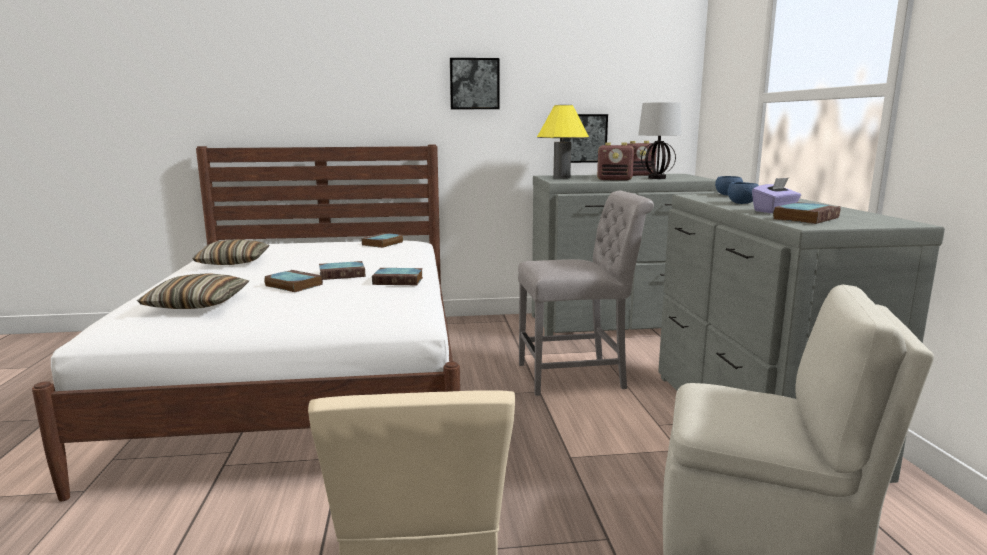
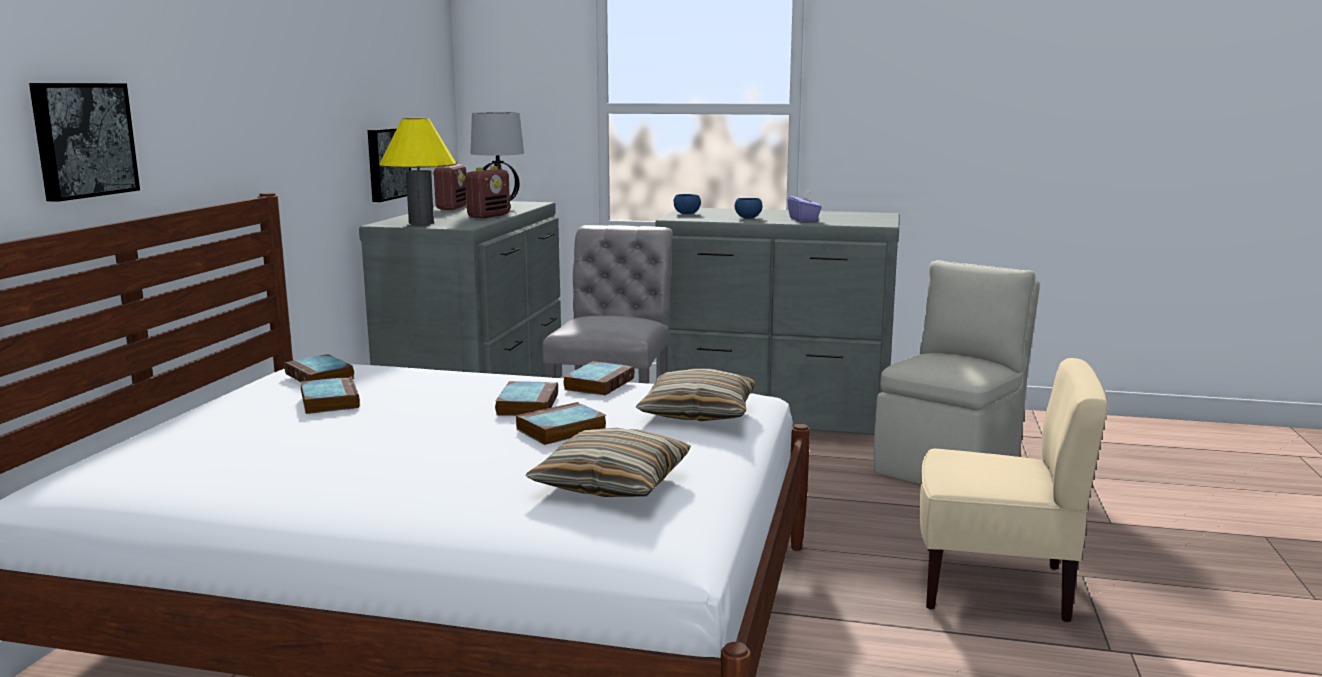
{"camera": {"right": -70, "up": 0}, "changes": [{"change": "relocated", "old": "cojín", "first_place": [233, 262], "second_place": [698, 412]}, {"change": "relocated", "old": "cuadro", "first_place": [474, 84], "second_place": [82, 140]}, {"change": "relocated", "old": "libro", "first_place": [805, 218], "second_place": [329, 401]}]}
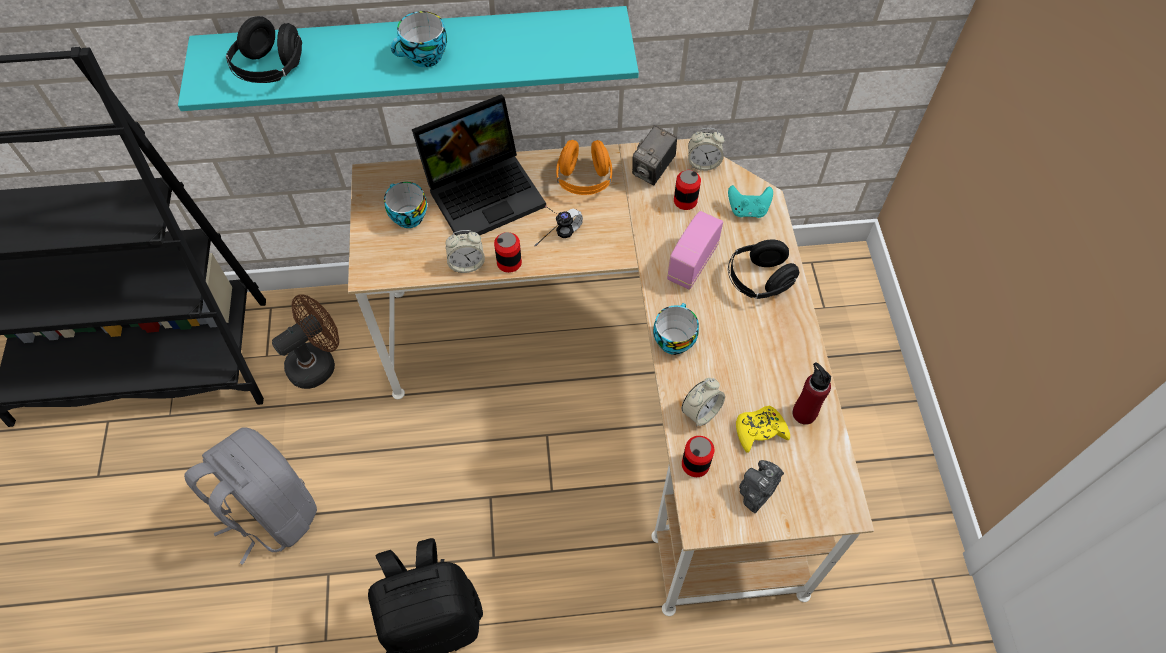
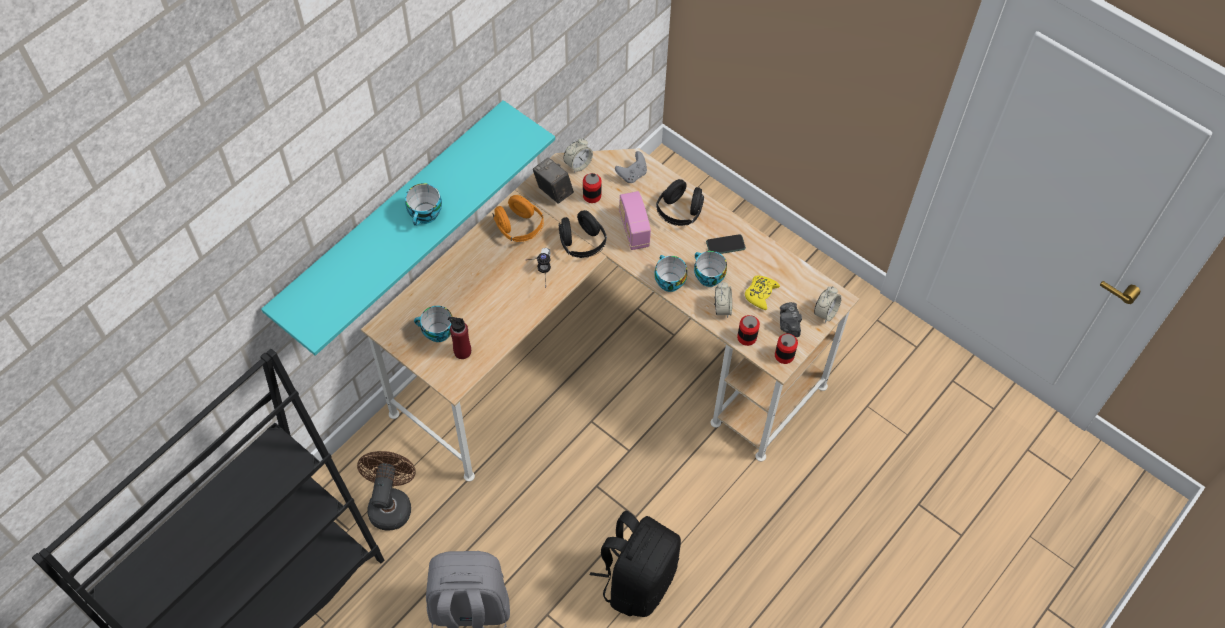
{"camera": {"right": -45, "up": 0}, "changes": [{"change": "relocated", "old": "auriculares/negro", "first_place": [271, 69], "second_place": [582, 243]}, {"change": "missing", "old": "portátil", "first_place": [485, 191]}, {"change": "relocated", "old": "despertador", "first_place": [467, 264], "second_place": [825, 313]}, {"change": "relocated", "old": "lata", "first_place": [509, 263], "second_place": [784, 355]}, {"change": "spun", "old": "cámara", "first_place": [653, 170], "second_place": [553, 191], "degrees": 150}, {"change": "colour", "old": "mando de consola/turquesa", "new": "mando de consola/gris", "first_place": [747, 210], "second_place": [632, 175]}, {"change": "relocated", "old": "botella/rojo", "first_place": [804, 413], "second_place": [462, 351]}, {"change": "appeared", "new": "taza", "second_place": [707, 276]}, {"change": "appeared", "new": "móvil", "second_place": [725, 245]}]}
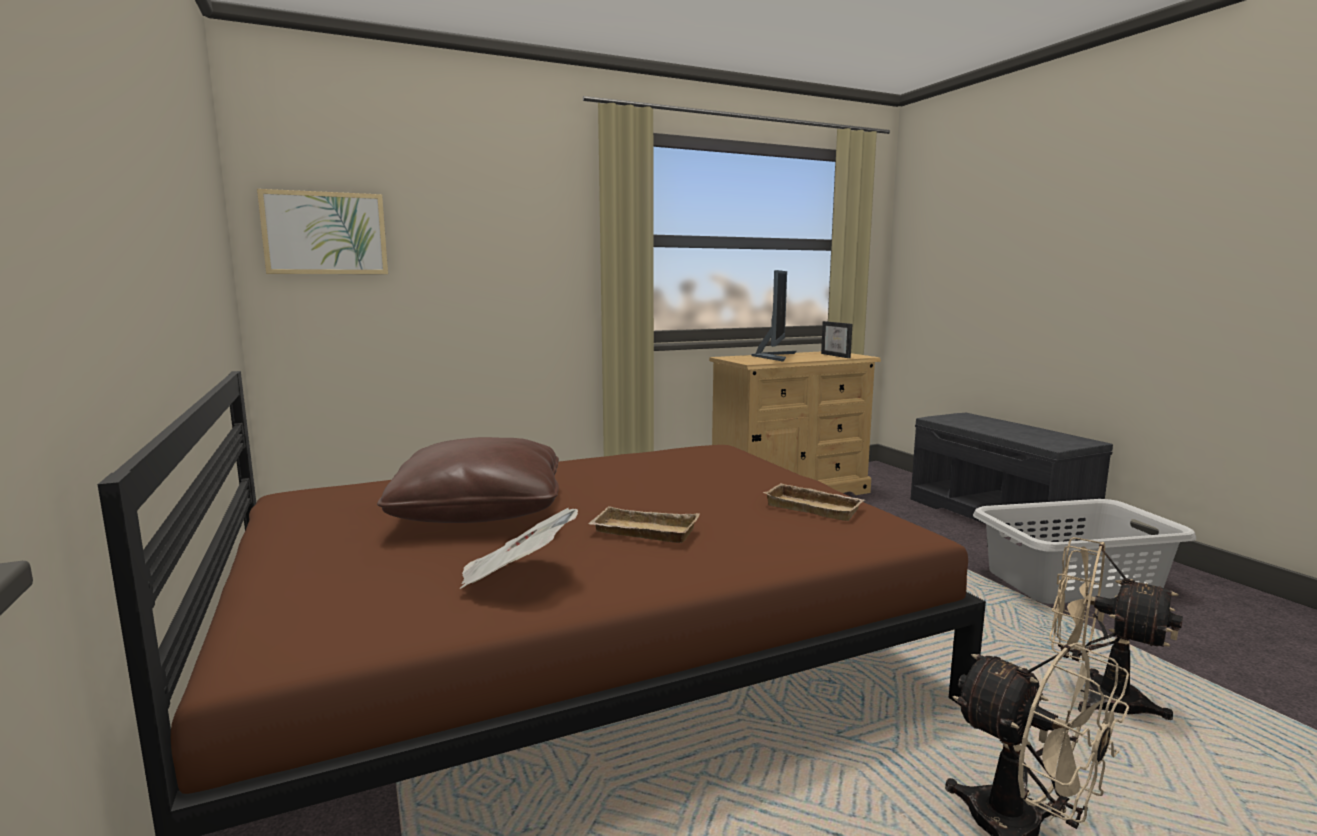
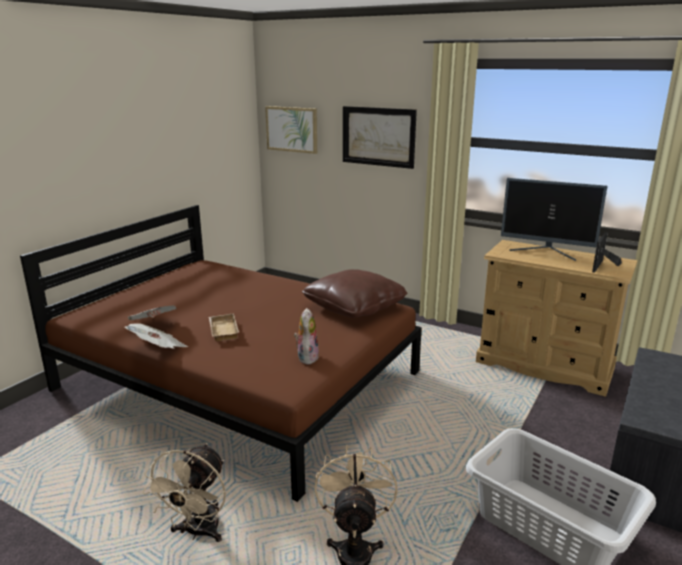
{"camera": {"right": 55, "up": 10}, "changes": [{"change": "relocated", "old": "cojín/marrón", "first_place": [480, 510], "second_place": [354, 307]}, {"change": "spun", "old": "monitor", "first_place": [774, 356], "second_place": [546, 252], "degrees": 45}, {"change": "exchanged", "old": "bandeja/beis", "new": "peluche", "first_place": [815, 507], "second_place": [306, 357]}, {"change": "appeared", "new": "periódico", "second_place": [159, 349]}, {"change": "appeared", "new": "cuadro", "second_place": [378, 136]}]}
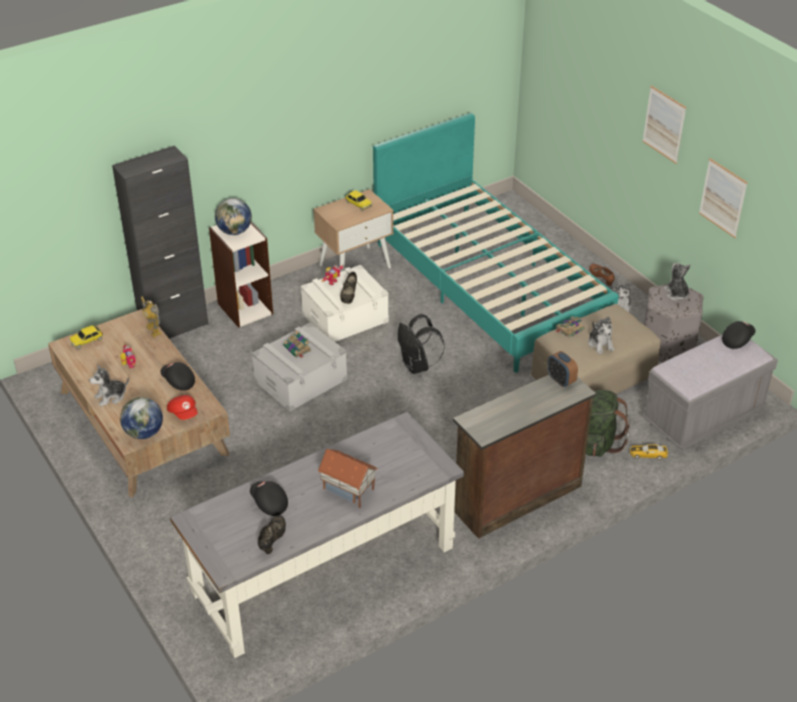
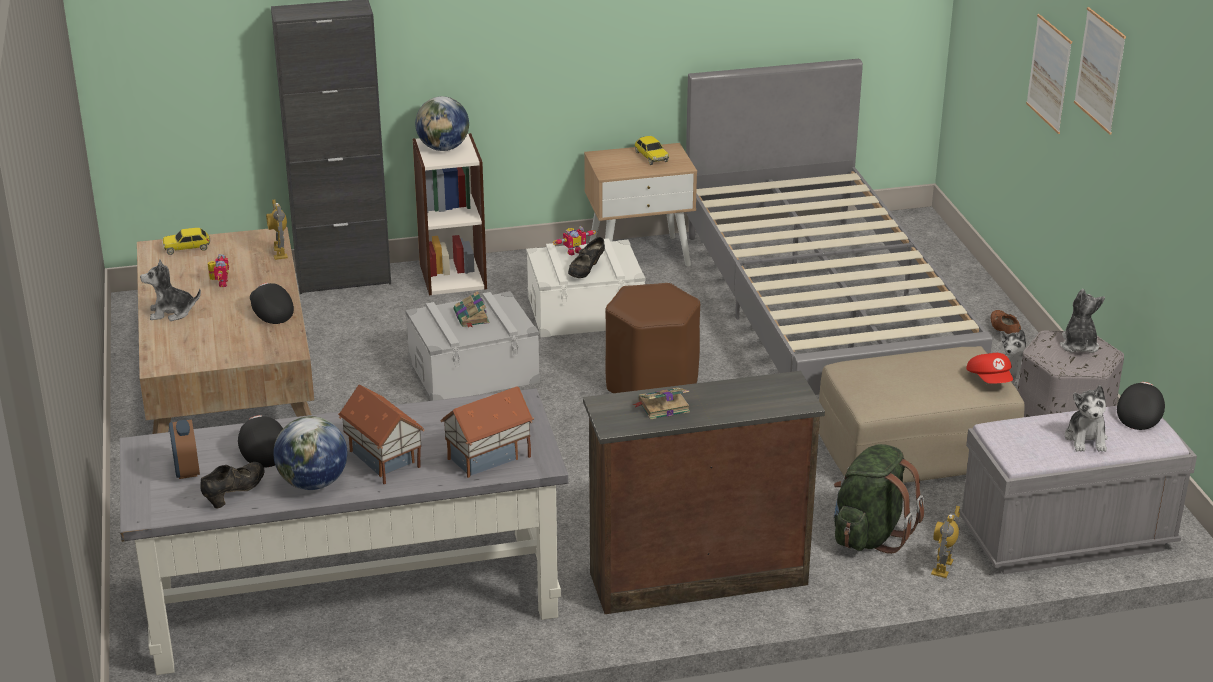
{"camera": {"right": 20, "up": -10}, "changes": [{"change": "relocated", "old": "globo terráqueo", "first_place": [144, 433], "second_place": [313, 483]}, {"change": "relocated", "old": "gorra/rojo", "first_place": [184, 413], "second_place": [990, 380]}, {"change": "colour", "old": "cama/turquesa", "new": "cama/gris", "first_place": [488, 285], "second_place": [822, 311]}, {"change": "exchanged", "old": "mochila/negro", "new": "taburete/marrón", "first_place": [417, 366], "second_place": [652, 387]}, {"change": "relocated", "old": "despertador", "first_place": [561, 380], "second_place": [187, 470]}, {"change": "relocated", "old": "libro", "first_place": [569, 329], "second_place": [662, 407]}, {"change": "relocated", "old": "peluche", "first_place": [600, 344], "second_place": [1086, 439]}, {"change": "exchanged", "old": "coche de juguete", "new": "robot de juguete", "first_place": [648, 454], "second_place": [943, 567]}, {"change": "relocated", "old": "cuadro", "first_place": [722, 198], "second_place": [1049, 73]}, {"change": "spun", "old": "gorra/negro", "first_place": [737, 339], "second_place": [1139, 415], "degrees": -45}, {"change": "appeared", "new": "casita", "second_place": [489, 458]}]}
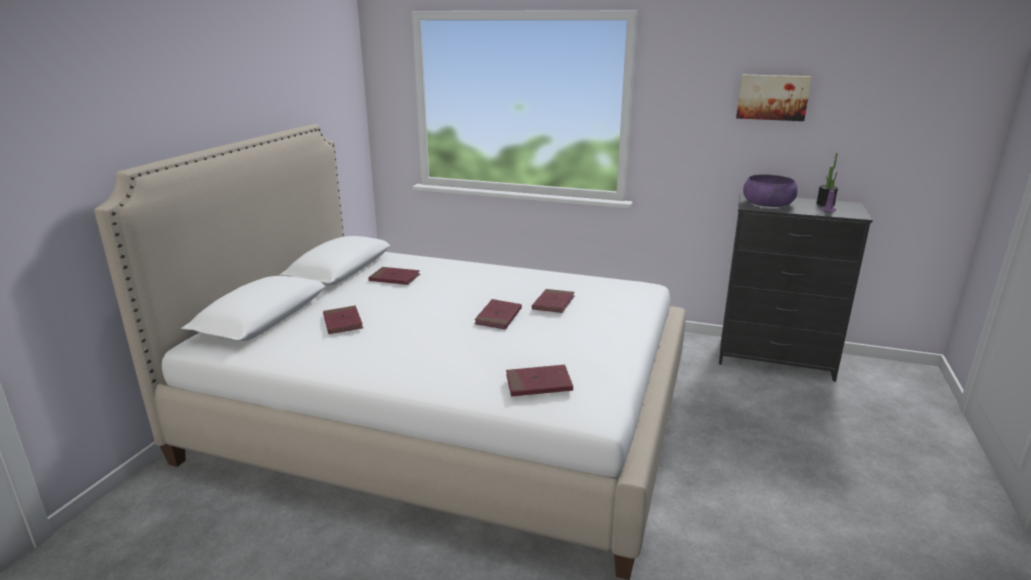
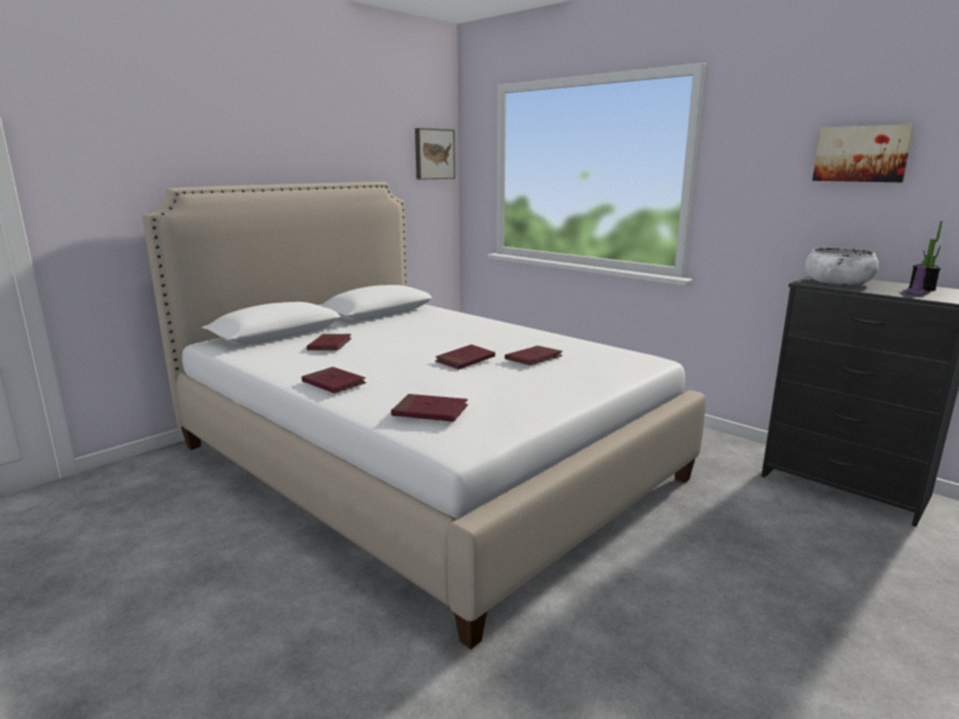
{"camera": {"right": 25, "up": -5}, "changes": [{"change": "relocated", "old": "libro/rojo", "first_place": [394, 278], "second_place": [334, 383]}, {"change": "colour", "old": "cuenco/morado", "new": "cuenco/blanco", "first_place": [767, 203], "second_place": [837, 282]}, {"change": "appeared", "new": "cuadro", "second_place": [433, 154]}]}
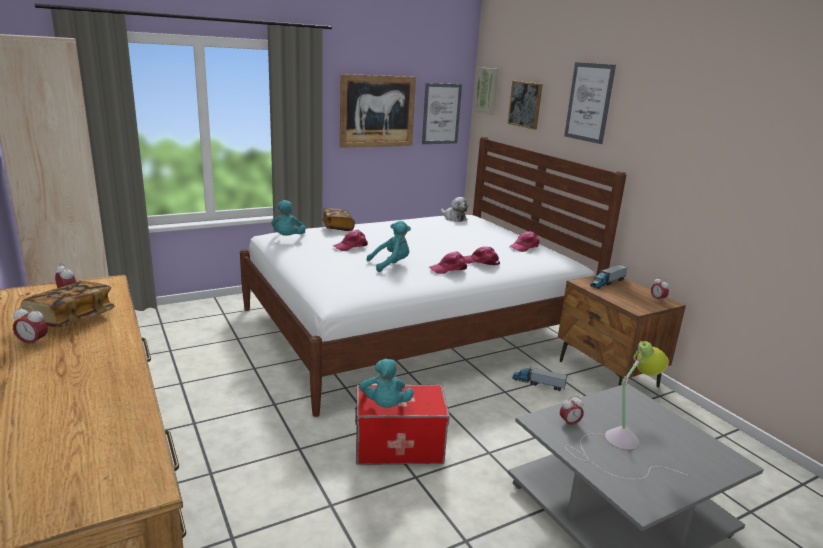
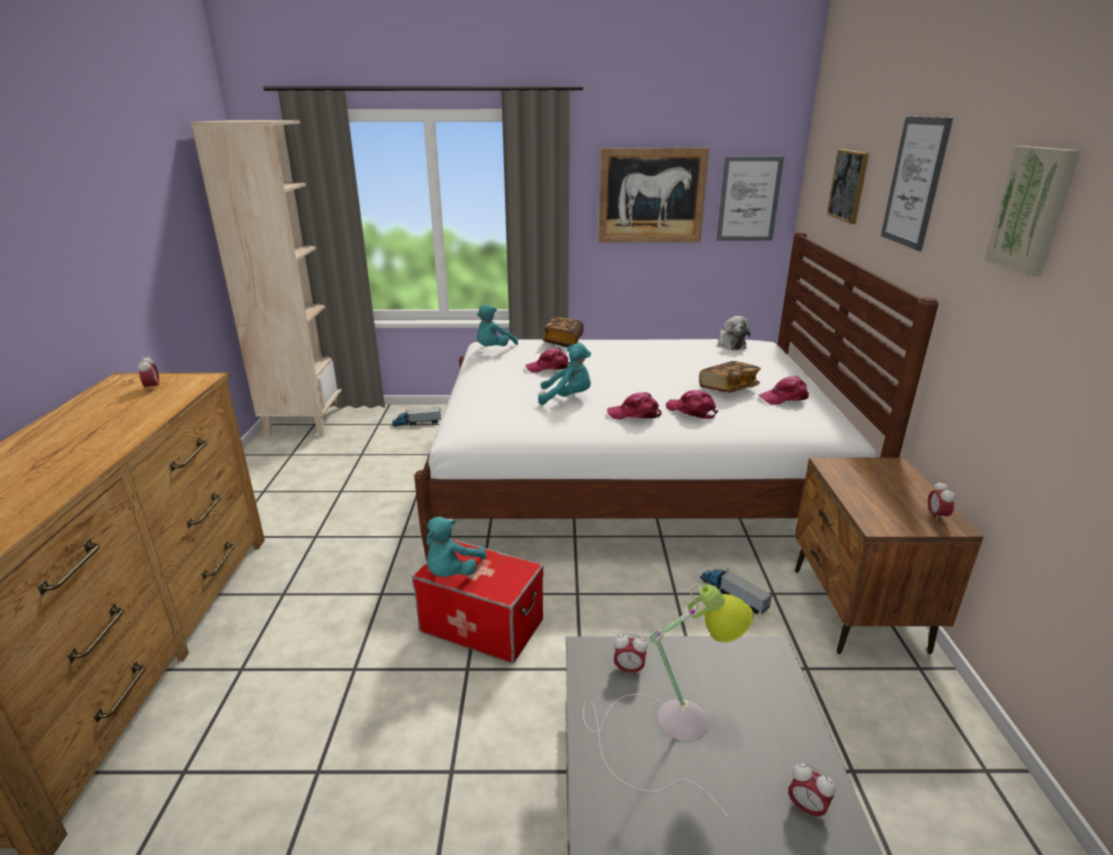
{"camera": {"right": 30, "up": 5}, "changes": [{"change": "relocated", "old": "despertador", "first_place": [33, 343], "second_place": [806, 808]}, {"change": "relocated", "old": "libro", "first_place": [71, 319], "second_place": [728, 388]}, {"change": "relocated", "old": "cuadro", "first_place": [487, 91], "second_place": [1033, 210]}, {"change": "relocated", "old": "camión de juguete", "first_place": [607, 283], "second_place": [417, 423]}]}
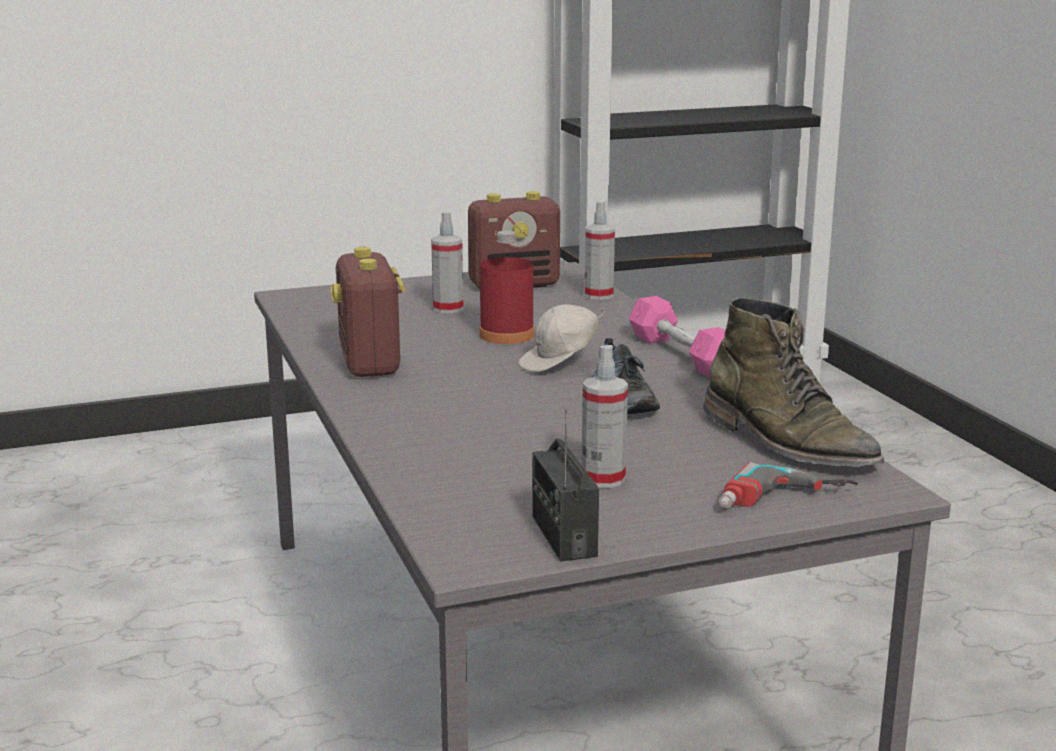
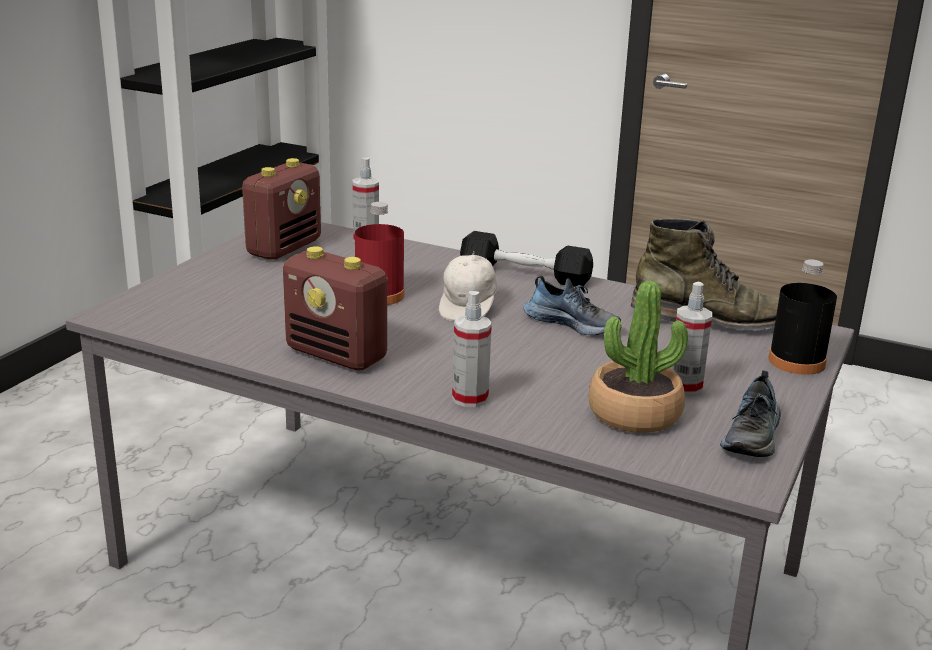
{"camera": {"right": -45, "up": 5}, "changes": [{"change": "relocated", "old": "pulverizador", "first_place": [448, 309], "second_place": [470, 398]}, {"change": "exchanged", "old": "radio", "new": "zapato", "first_place": [563, 536], "second_place": [753, 437]}, {"change": "colour", "old": "mancuerna/rosa", "new": "mancuerna/negro", "first_place": [682, 355], "second_place": [525, 274]}, {"change": "exchanged", "old": "taladro", "new": "botella/negro", "first_place": [785, 503], "second_place": [796, 361]}, {"change": "appeared", "new": "planta en maceta", "second_place": [634, 414]}]}
